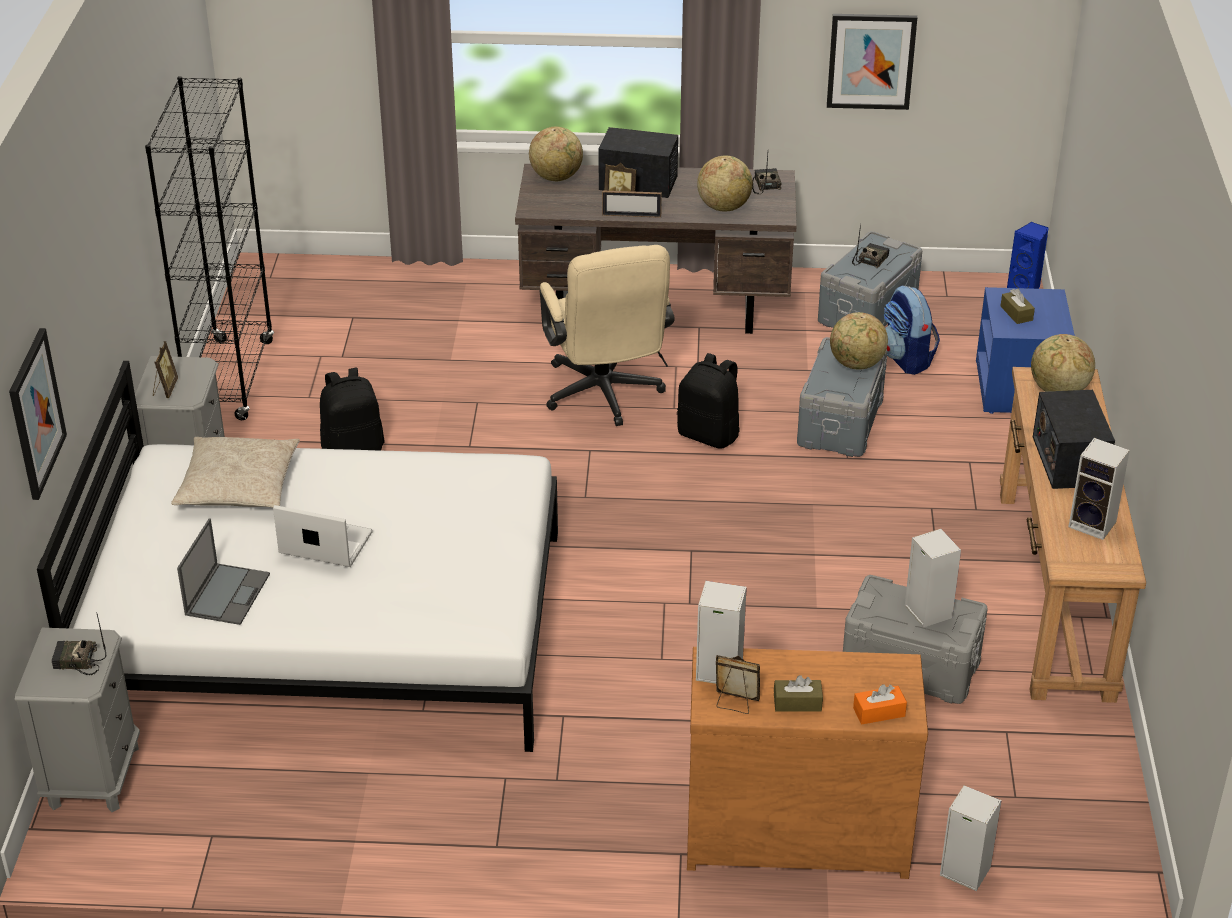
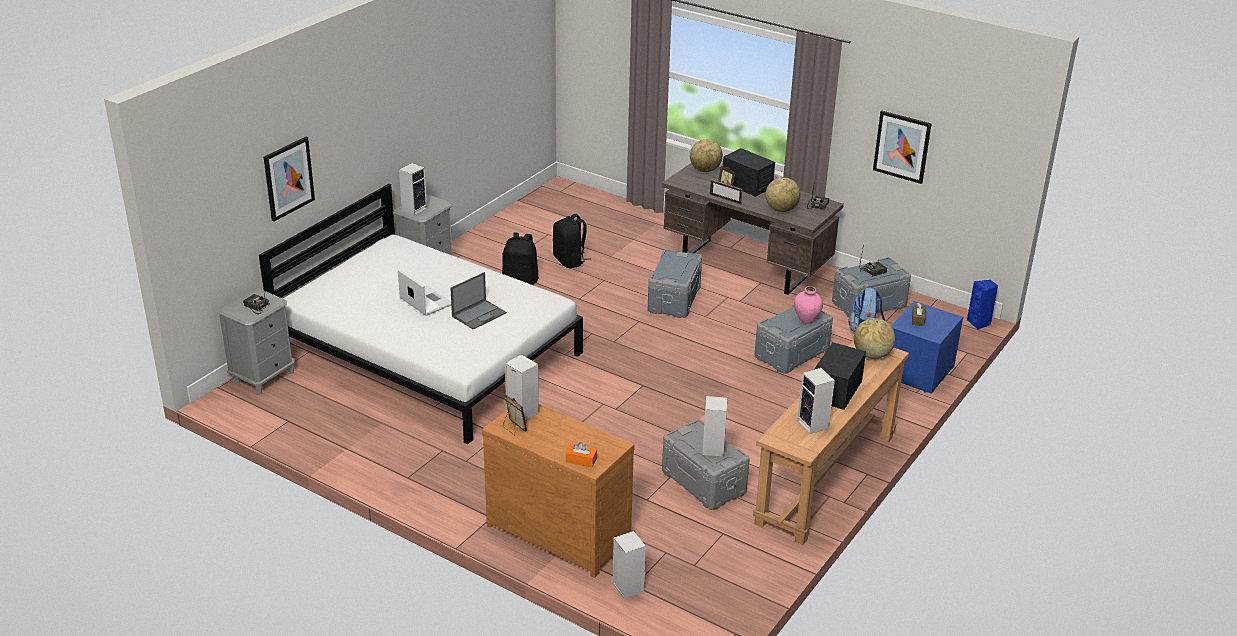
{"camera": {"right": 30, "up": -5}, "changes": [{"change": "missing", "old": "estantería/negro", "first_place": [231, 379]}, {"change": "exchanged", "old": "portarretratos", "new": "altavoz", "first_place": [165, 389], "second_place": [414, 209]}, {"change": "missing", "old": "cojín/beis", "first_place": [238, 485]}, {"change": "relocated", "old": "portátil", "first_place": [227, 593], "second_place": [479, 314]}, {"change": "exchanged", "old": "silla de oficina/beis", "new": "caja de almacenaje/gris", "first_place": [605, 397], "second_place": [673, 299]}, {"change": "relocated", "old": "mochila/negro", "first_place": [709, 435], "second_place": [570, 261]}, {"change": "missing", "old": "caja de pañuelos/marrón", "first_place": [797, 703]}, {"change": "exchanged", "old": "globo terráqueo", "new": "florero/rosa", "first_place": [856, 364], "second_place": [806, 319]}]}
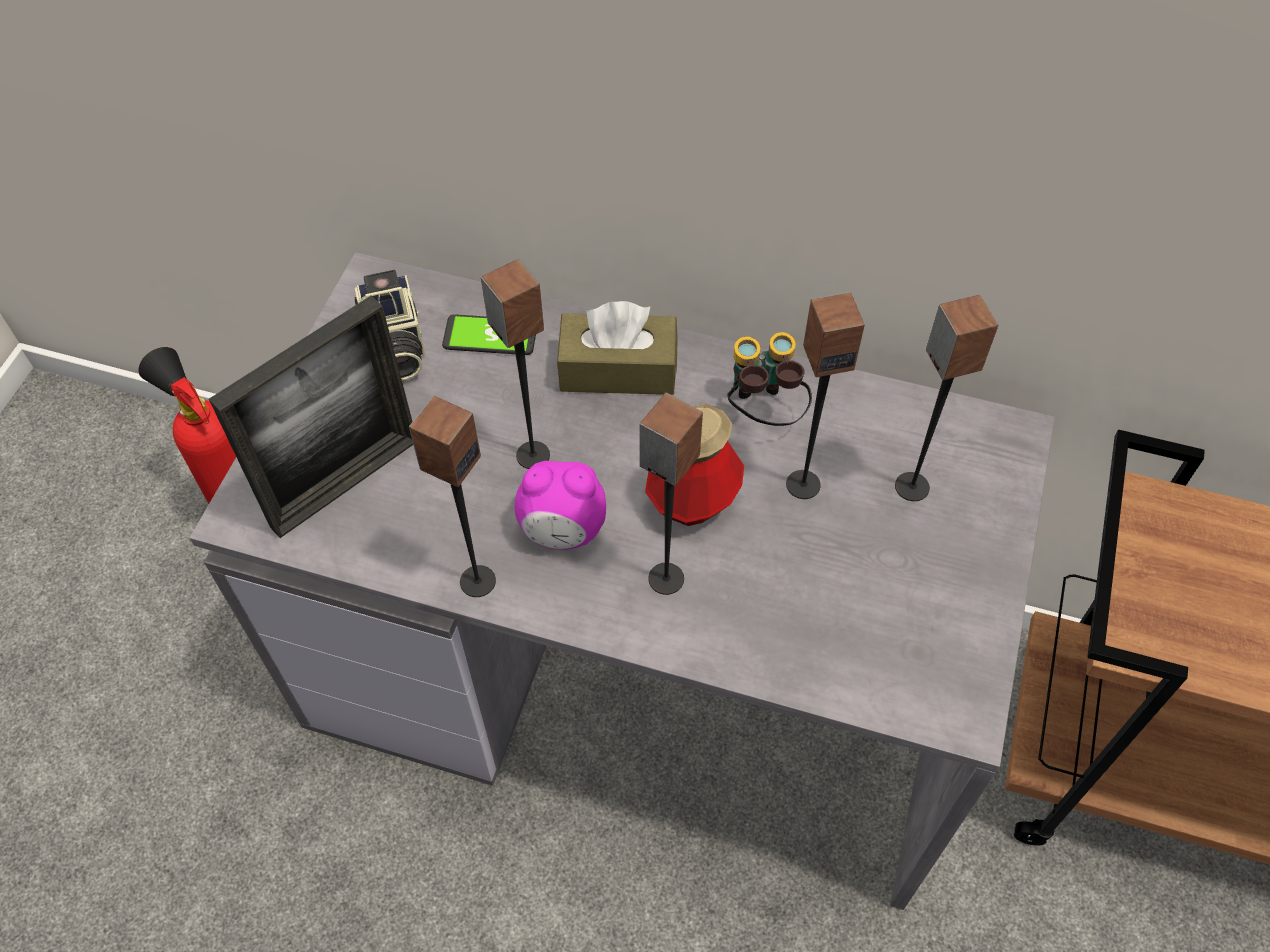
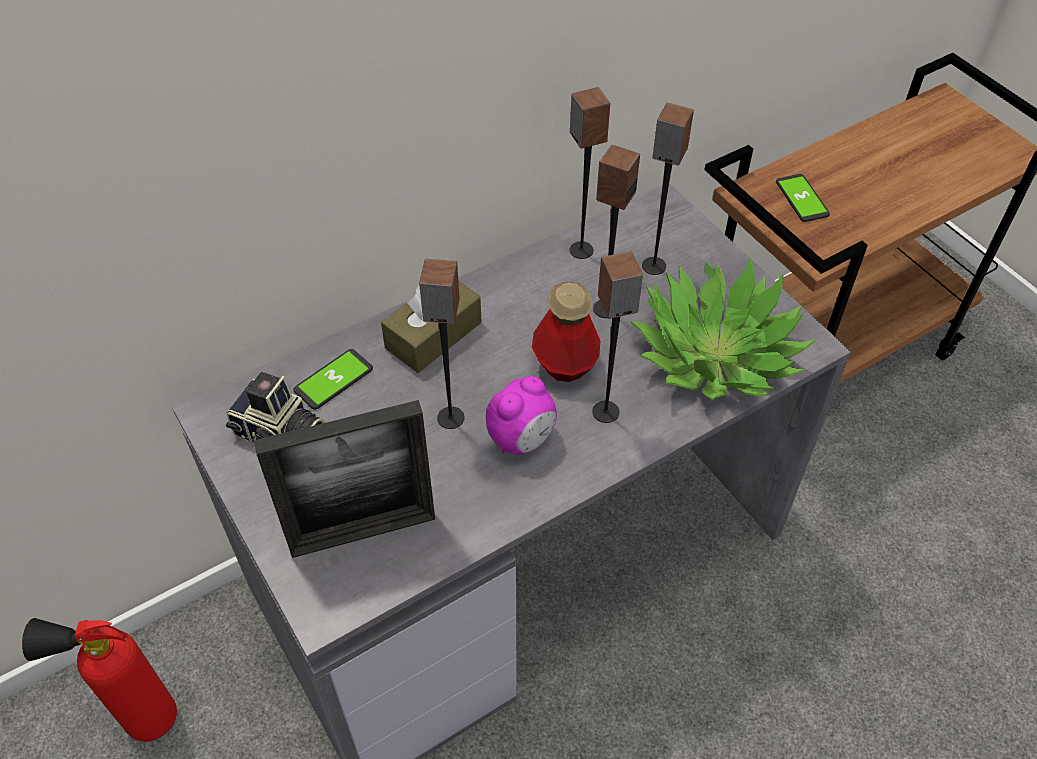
{"camera": {"right": -50, "up": -5}, "changes": [{"change": "spun", "old": "portarretratos", "first_place": [345, 483], "second_place": [363, 532], "degrees": 75}, {"change": "relocated", "old": "altavoz", "first_place": [477, 581], "second_place": [580, 250]}, {"change": "missing", "old": "prismáticos", "first_place": [762, 411]}, {"change": "appeared", "new": "planta en maceta", "second_place": [715, 353]}, {"change": "appeared", "new": "móvil", "second_place": [802, 199]}]}
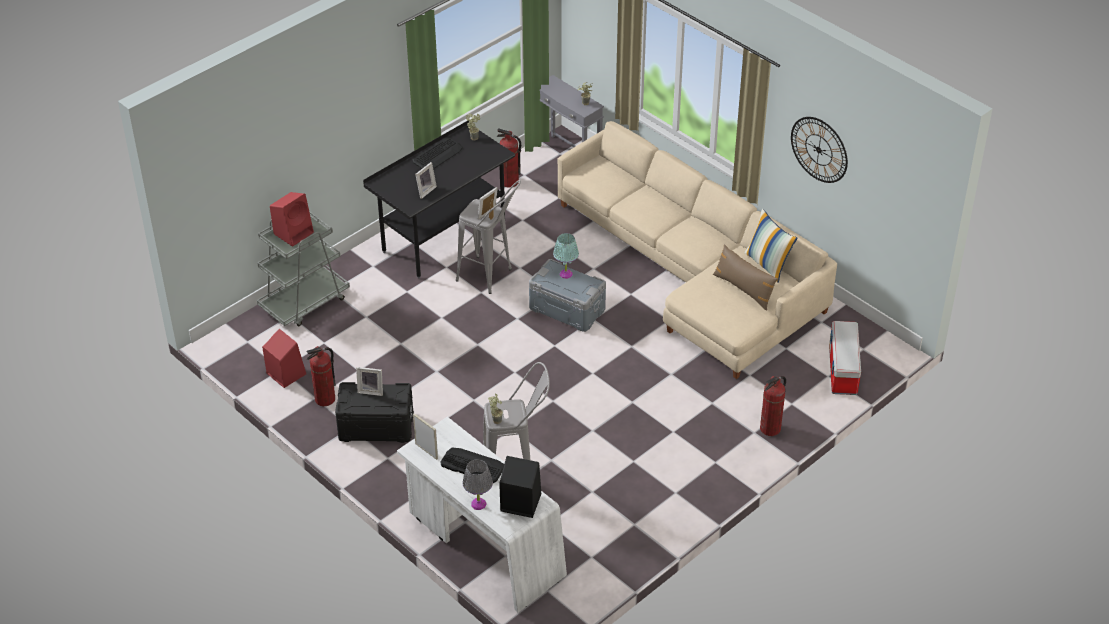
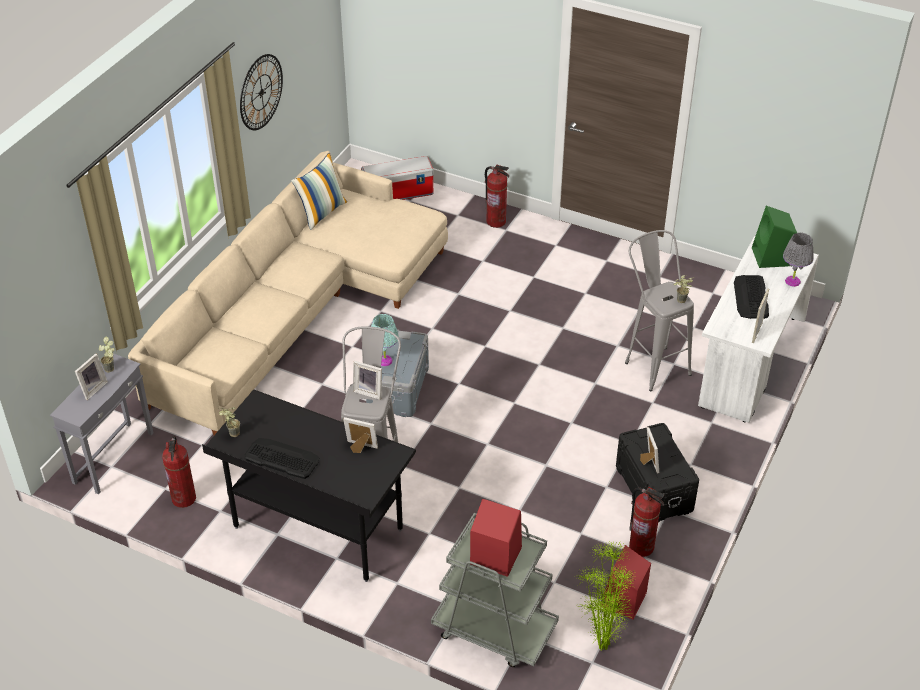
{"camera": {"right": -110, "up": 0}, "changes": [{"change": "colour", "old": "altavoz/negro", "new": "altavoz/verde", "first_place": [519, 502], "second_place": [771, 257]}, {"change": "missing", "old": "cojín/marrón", "first_place": [743, 289]}, {"change": "appeared", "new": "portarretratos", "second_place": [92, 388]}, {"change": "appeared", "new": "planta en maceta", "second_place": [601, 647]}]}
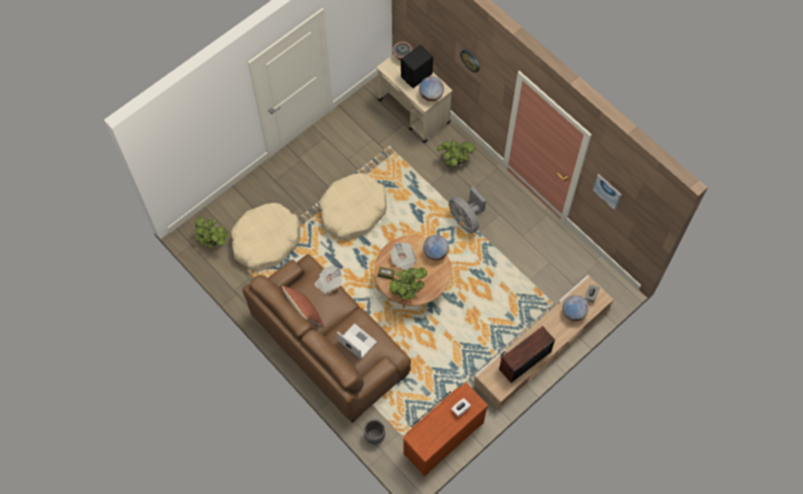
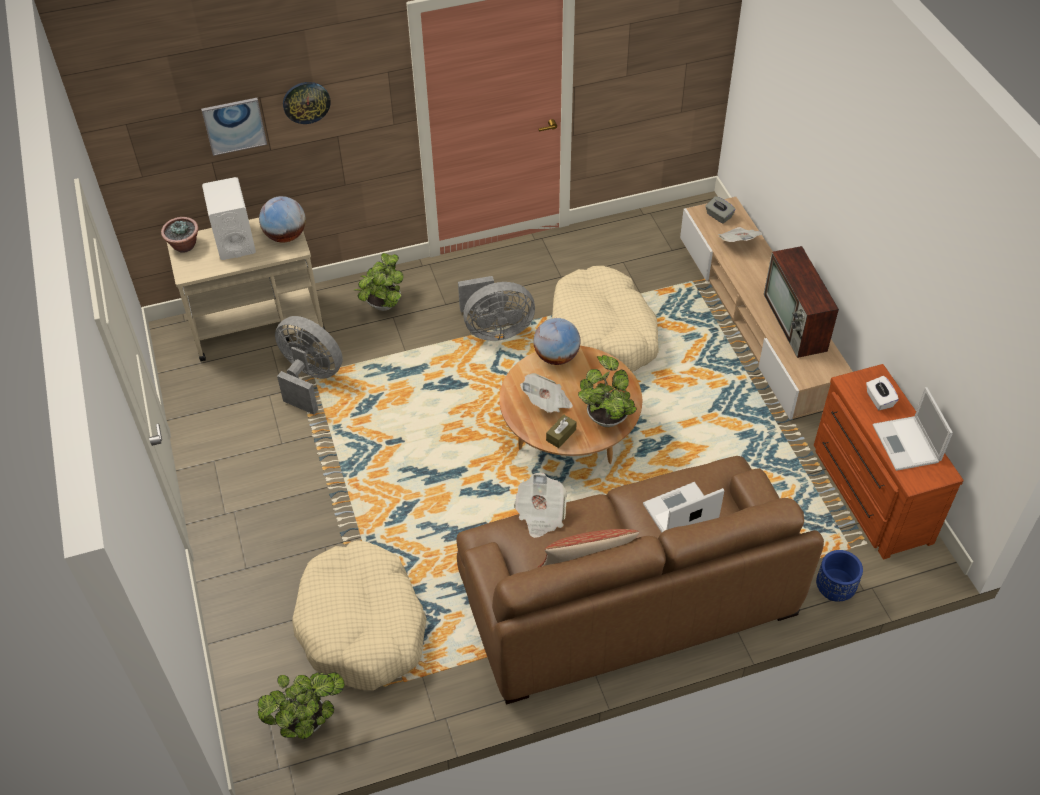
{"camera": {"right": -65, "up": -15}, "changes": [{"change": "relocated", "old": "cama para perro/beis", "first_place": [353, 211], "second_place": [603, 334]}, {"change": "colour", "old": "maceta/gris", "new": "maceta/azul", "first_place": [374, 435], "second_place": [834, 589]}, {"change": "colour", "old": "altavoz/negro", "new": "altavoz/blanco", "first_place": [416, 75], "second_place": [234, 241]}, {"change": "exchanged", "old": "globo terráqueo", "new": "periódico", "first_place": [573, 312], "second_place": [738, 243]}, {"change": "relocated", "old": "cuadro", "first_place": [607, 191], "second_place": [234, 125]}, {"change": "appeared", "new": "ventilador/gris", "second_place": [310, 379]}, {"change": "appeared", "new": "portátil", "second_place": [907, 444]}]}
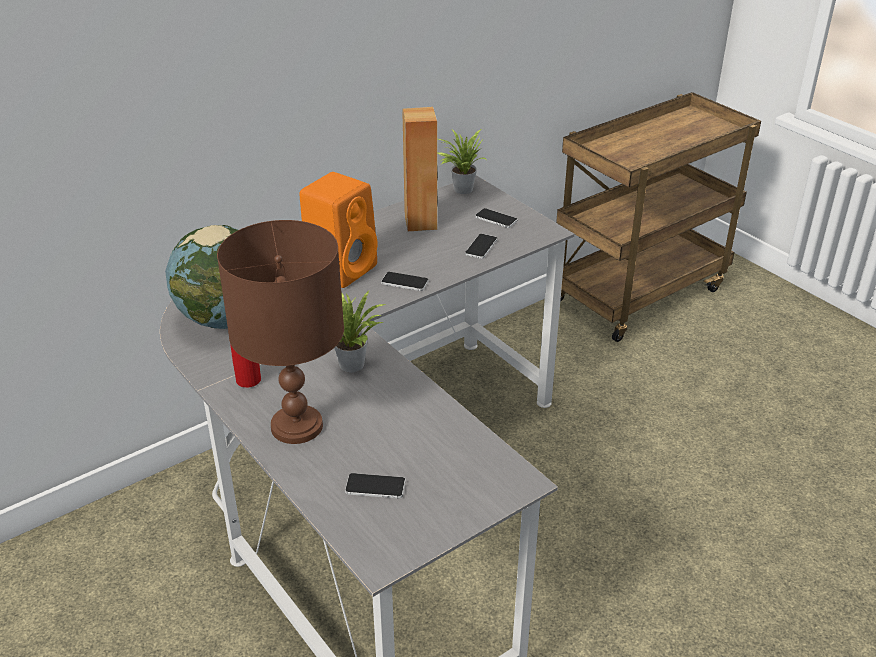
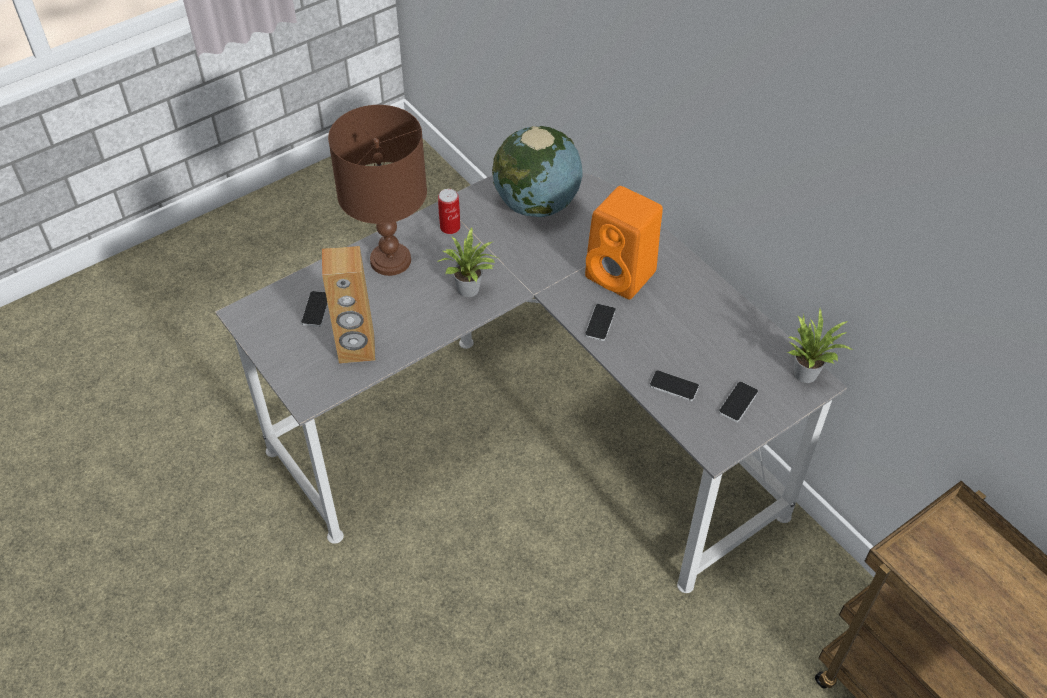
{"camera": {"right": 90, "up": 15}, "changes": [{"change": "relocated", "old": "altavoz/marrón", "first_place": [421, 222], "second_place": [356, 349]}]}
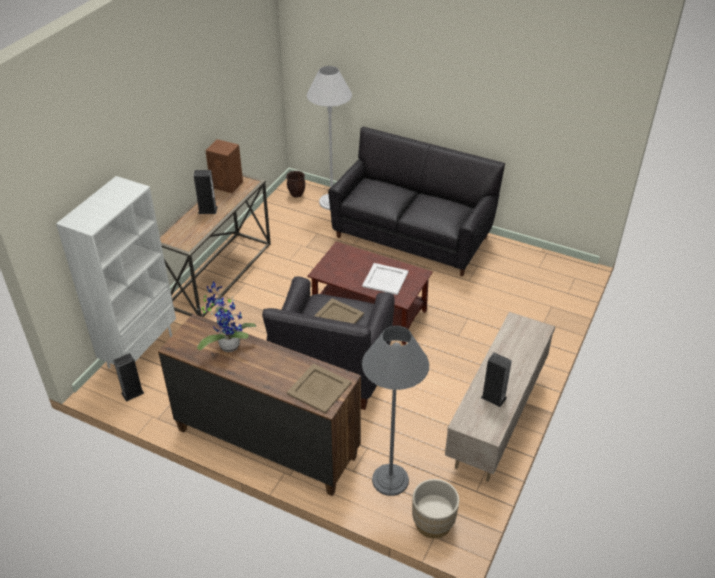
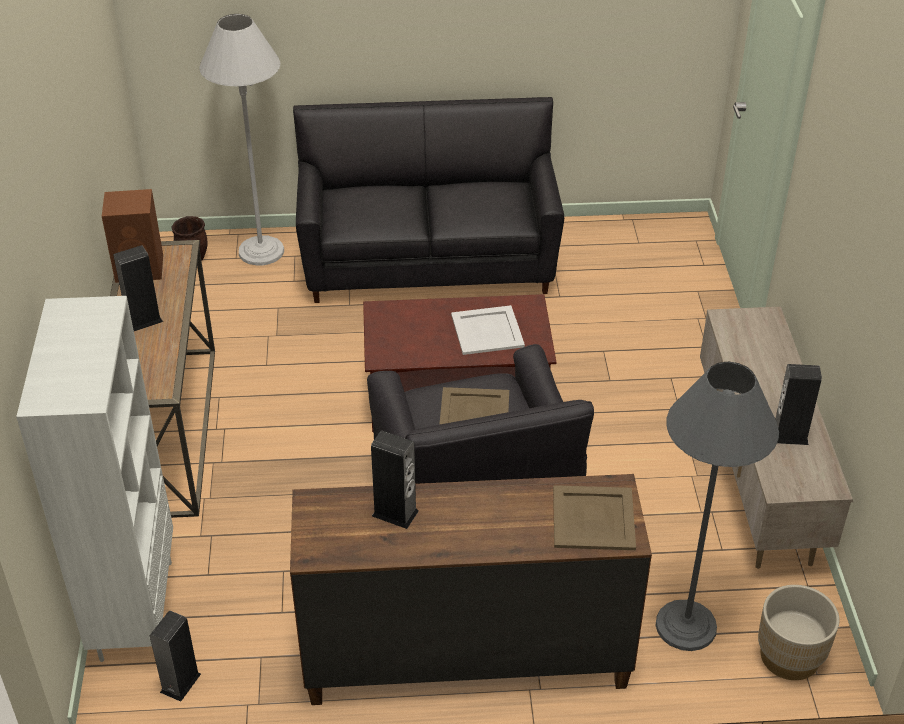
{"camera": {"right": -30, "up": 0}, "changes": [{"change": "exchanged", "old": "planta en maceta", "new": "altavoz", "first_place": [227, 344], "second_place": [395, 513]}]}
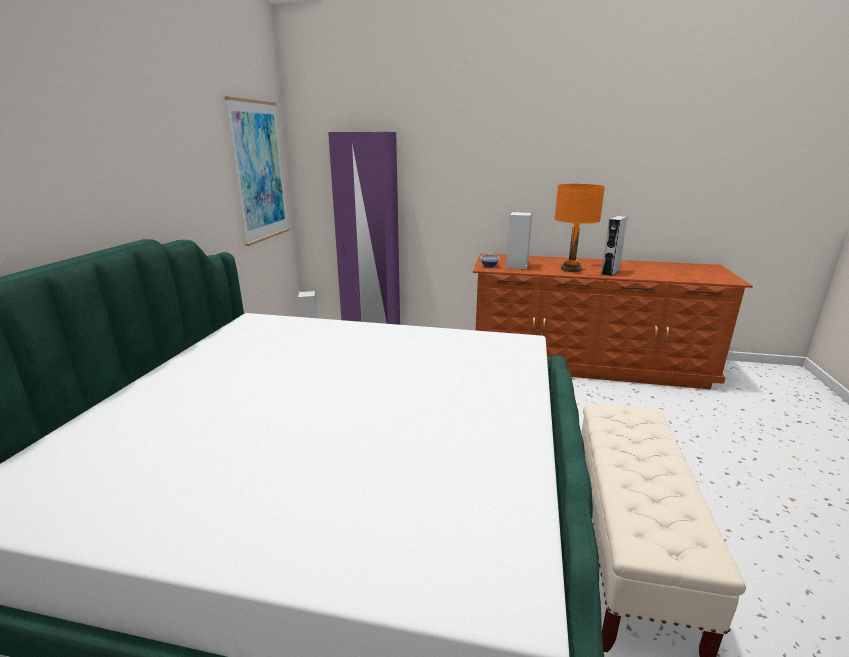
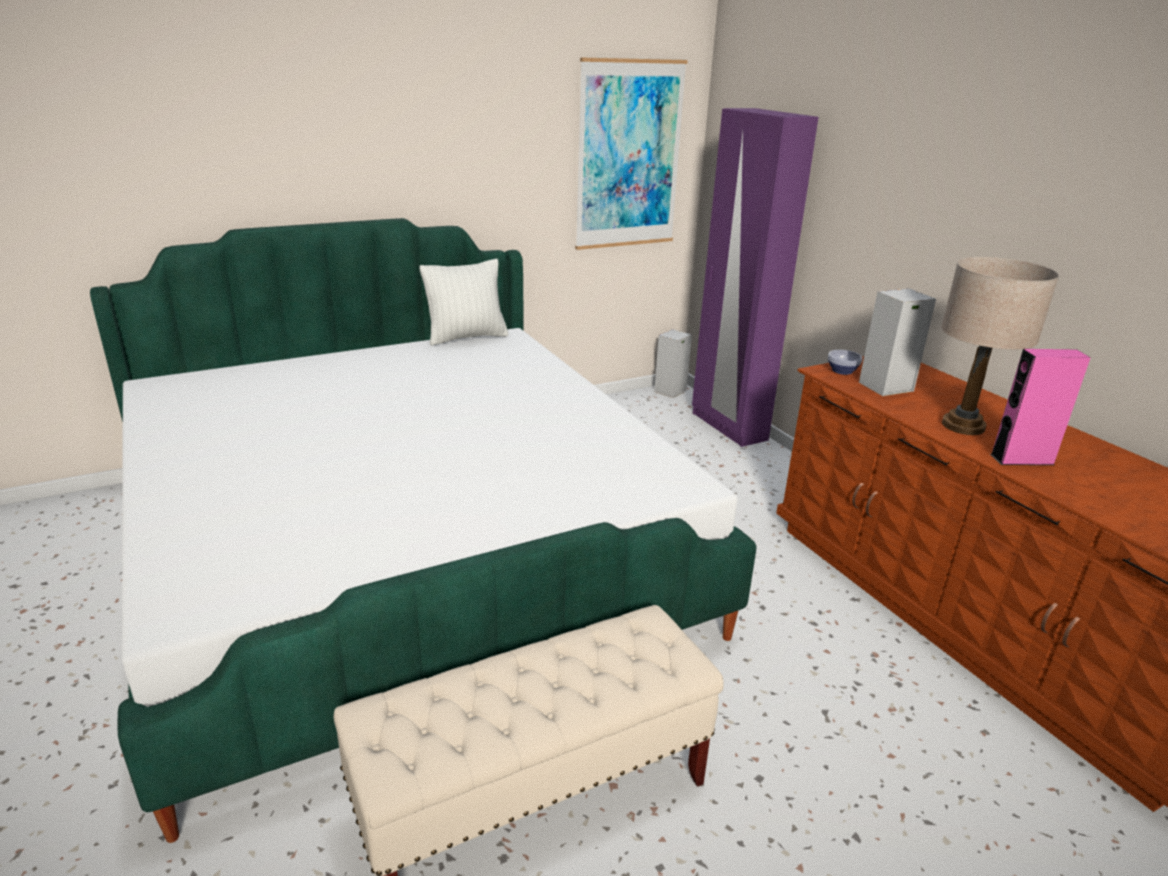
{"camera": {"right": 50, "up": 5}, "changes": [{"change": "colour", "old": "lámpara de mesa/naranja", "new": "lámpara de mesa/beis", "first_place": [571, 269], "second_place": [963, 426]}, {"change": "colour", "old": "altavoz/gris", "new": "altavoz/rosa", "first_place": [610, 272], "second_place": [1021, 459]}, {"change": "appeared", "new": "cojín/blanco", "second_place": [466, 337]}]}
